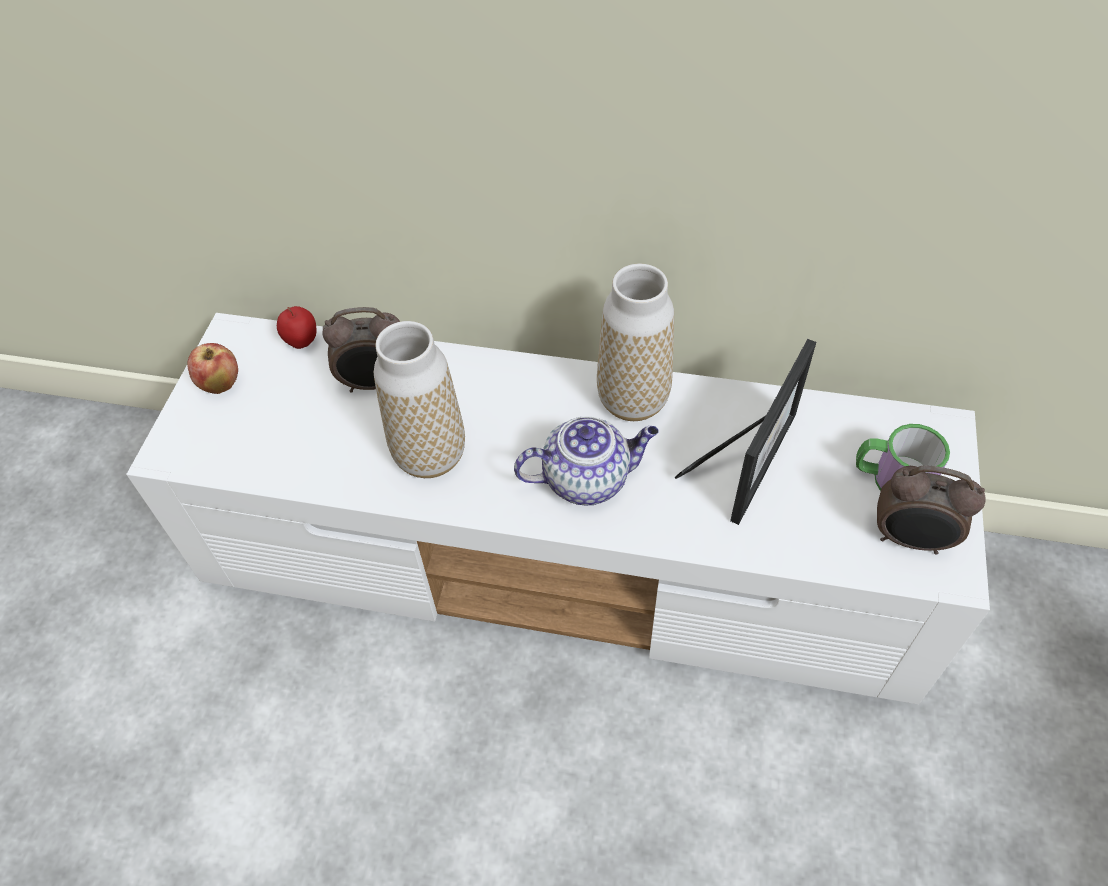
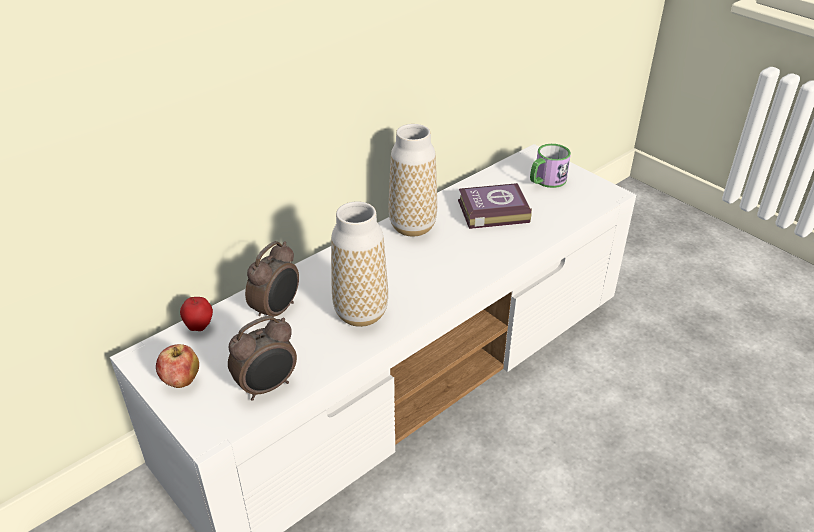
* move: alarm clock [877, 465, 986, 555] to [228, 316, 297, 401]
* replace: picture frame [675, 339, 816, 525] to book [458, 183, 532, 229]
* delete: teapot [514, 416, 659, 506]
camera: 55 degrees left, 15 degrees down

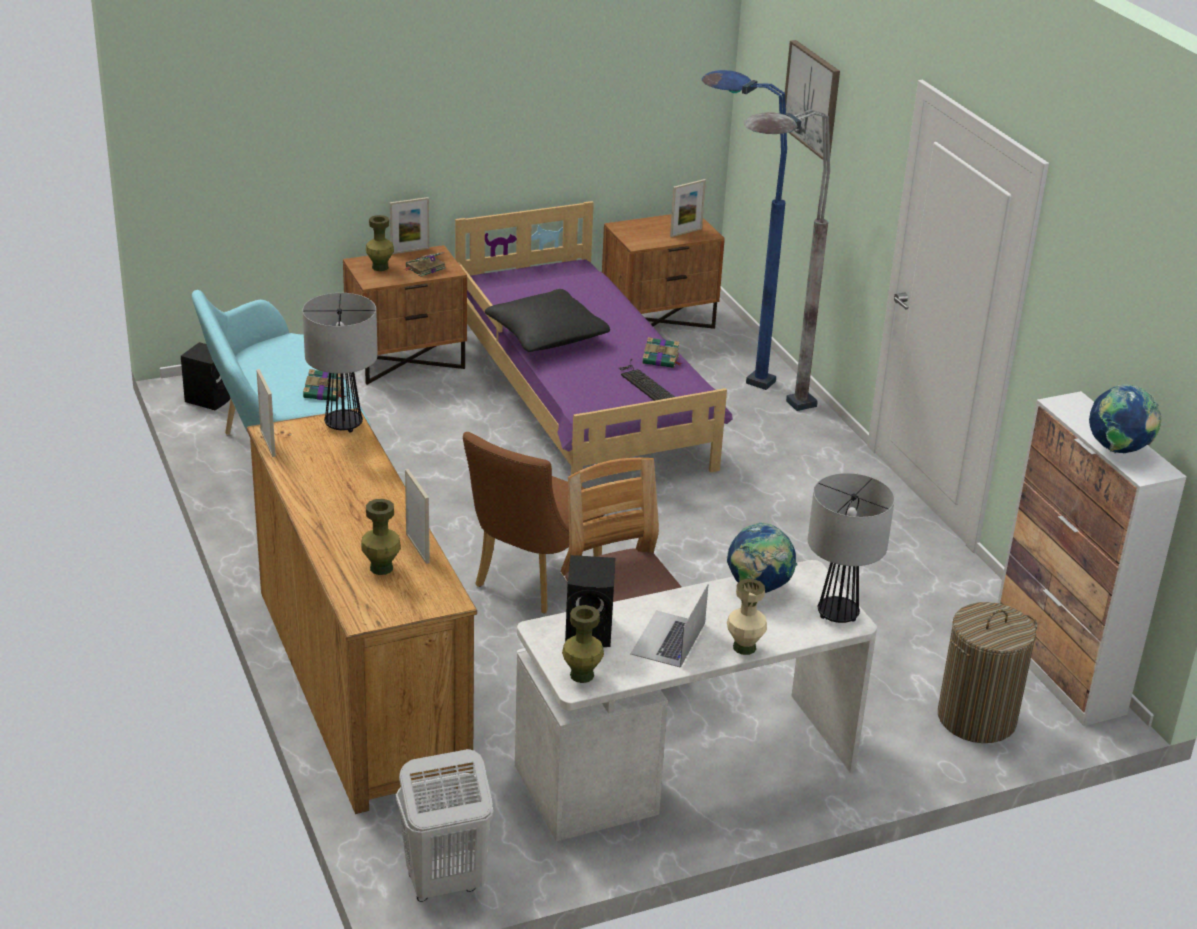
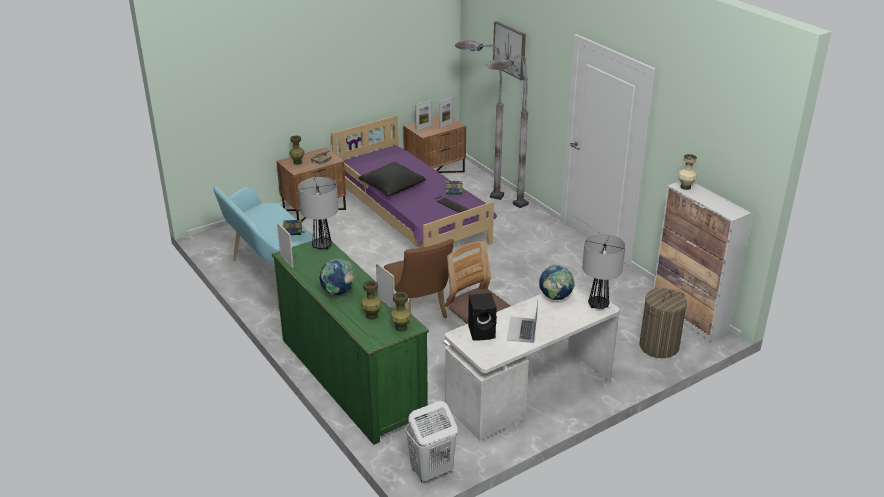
* recolor: brown dresser [247, 409, 477, 814] to green dresser [272, 236, 429, 445]
* move: globe [1089, 384, 1162, 453] to [319, 259, 356, 295]
* rotate: brown chair [463, 432, 605, 614] = [384, 239, 454, 318] 45 degrees counterclockwise
* move: green vase [562, 605, 604, 683] to [390, 292, 412, 332]
* move: picture frame [390, 197, 429, 254] to [415, 100, 433, 131]
* recolor: blue floor lamp [702, 70, 787, 390] to grey floor lamp [455, 40, 504, 200]
* move: beige vase [727, 579, 767, 655] to [678, 154, 697, 190]
* delete: black speaker [181, 342, 231, 410]
camera: 10 degrees left, 0 degrees up

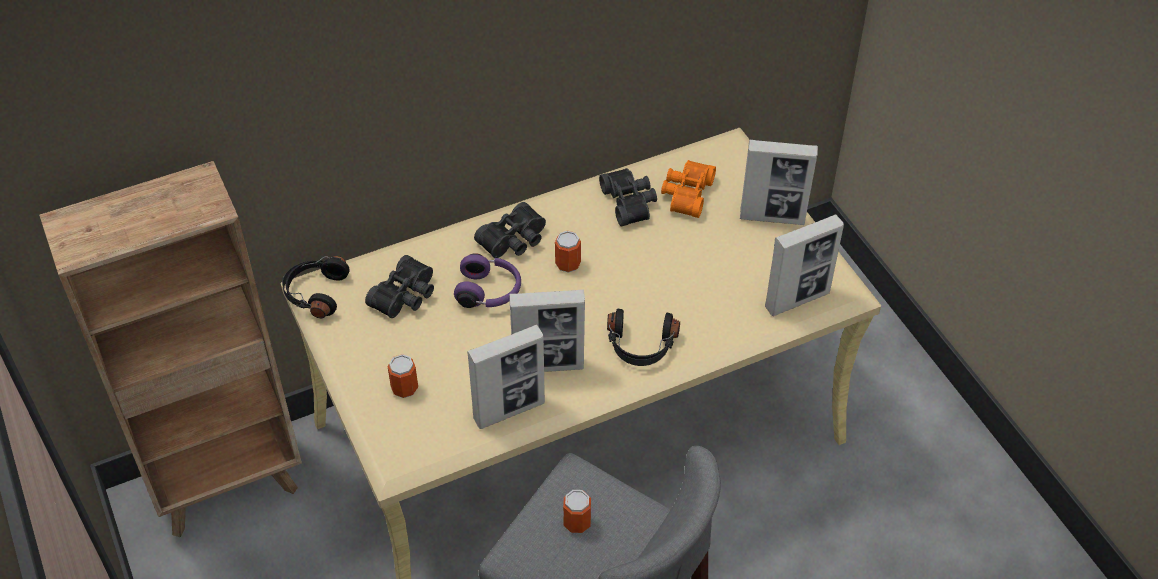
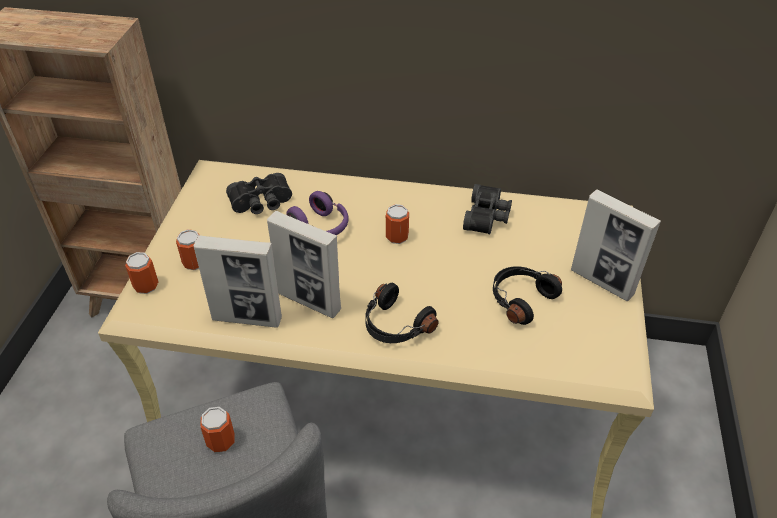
* insert: can [125, 252, 159, 294]
* move: black headphones [282, 256, 350, 318] to [493, 266, 562, 325]
* delete: black binoculars [474, 202, 546, 258]
* delete: orange binoculars [661, 160, 716, 218]
* delete: picture frame [765, 215, 844, 316]
camera: 35 degrees right, 5 degrees down

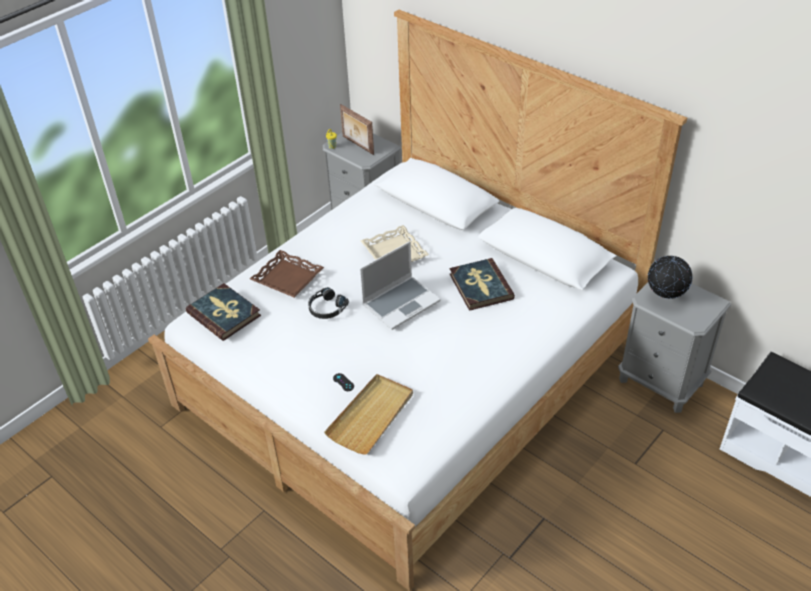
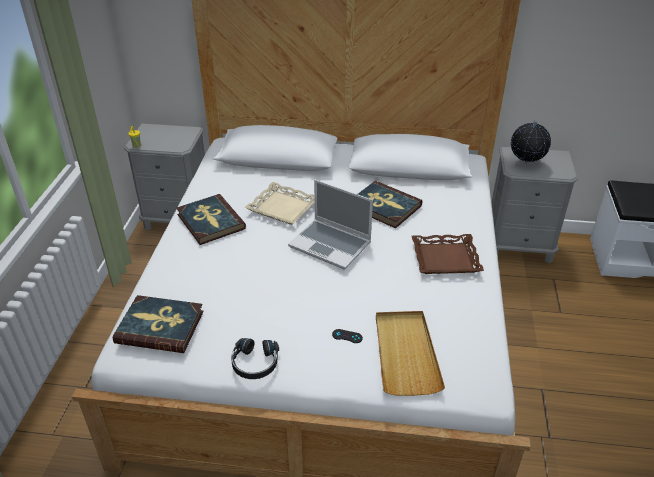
* insert: book [176, 194, 246, 245]
* move: black headphones [308, 287, 349, 319] to [231, 338, 279, 379]
* rotate: laptop [360, 241, 441, 330] = [288, 180, 373, 270] 105 degrees clockwise
* move: brown tray [250, 250, 324, 298] to [412, 234, 484, 274]
* delete: picture frame [340, 104, 374, 155]
camera: 35 degrees left, 5 degrees down

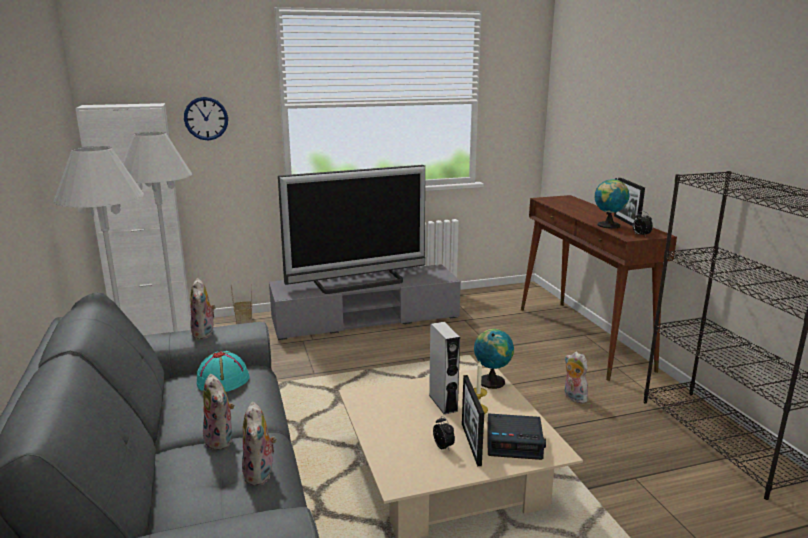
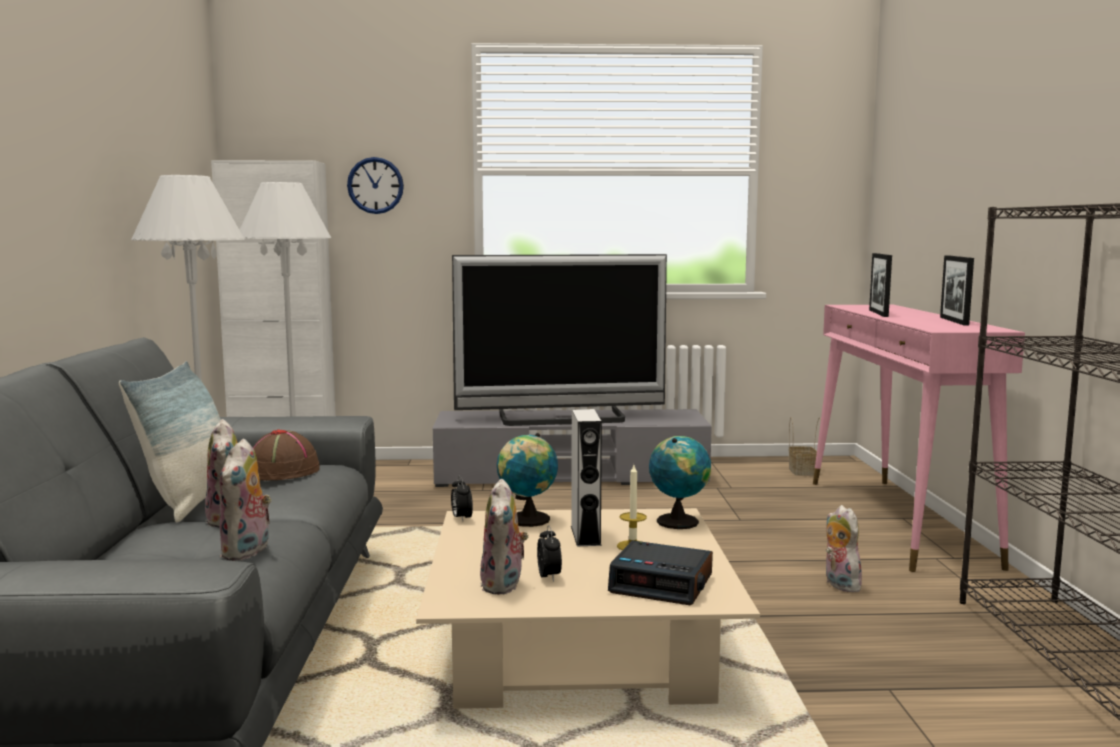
* insert: pillow [119, 361, 221, 523]
* recolor: turquoise hat [197, 351, 250, 392] to brown hat [253, 429, 320, 481]
* move: alarm clock [633, 211, 653, 236] to [451, 476, 473, 521]
* move: plush toy [190, 278, 216, 339] to [480, 479, 528, 595]
* move: globe [594, 178, 629, 229] to [497, 433, 558, 527]
* move: basket [231, 283, 252, 324] to [789, 417, 821, 475]
* recolor: brown console table [521, 195, 677, 381] to pink console table [813, 305, 1025, 572]
* move: picture frame [462, 375, 484, 466] to [869, 253, 892, 317]
camera: 15 degrees right, 10 degrees down

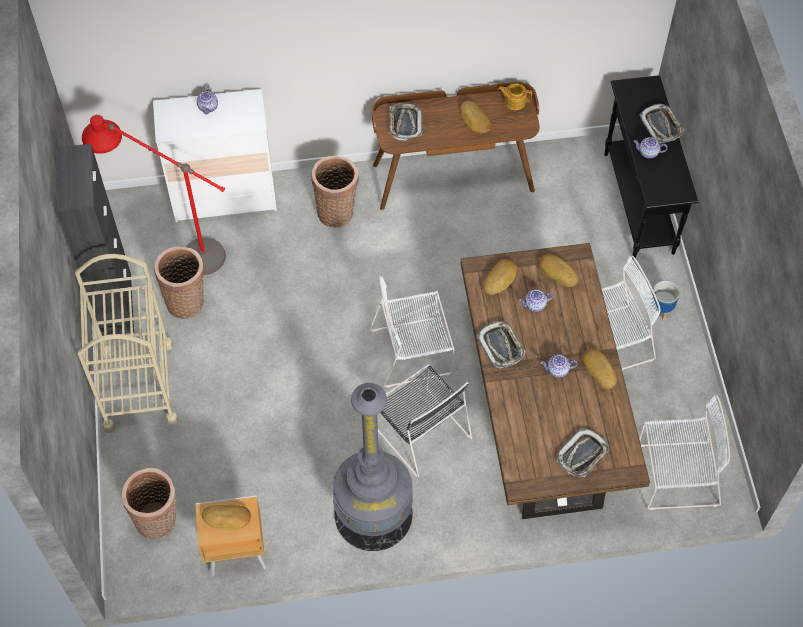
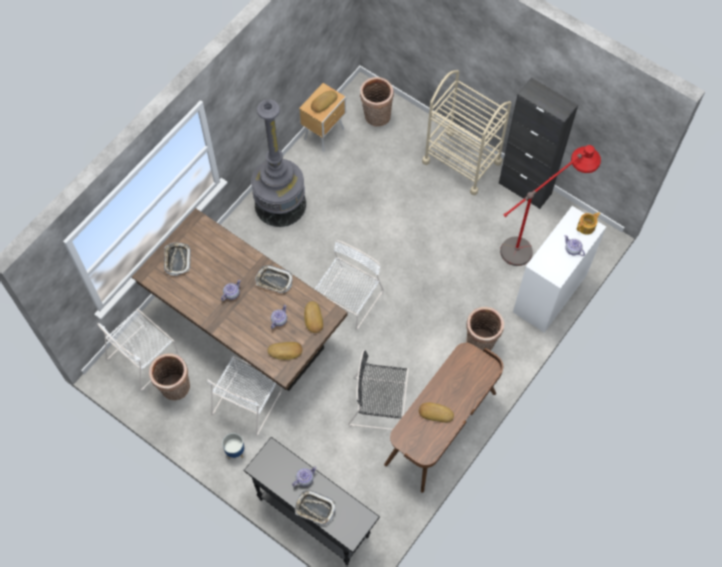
* move: basket [154, 247, 204, 319] to [149, 353, 190, 401]
* move: black chair [378, 364, 472, 477] to [348, 350, 409, 430]
* move: teapot [498, 83, 532, 110] to [576, 212, 600, 235]
* delete: tray [390, 103, 423, 141]
* delete: bread [582, 349, 617, 389]
camera: 135 degrees right, 5 degrees up

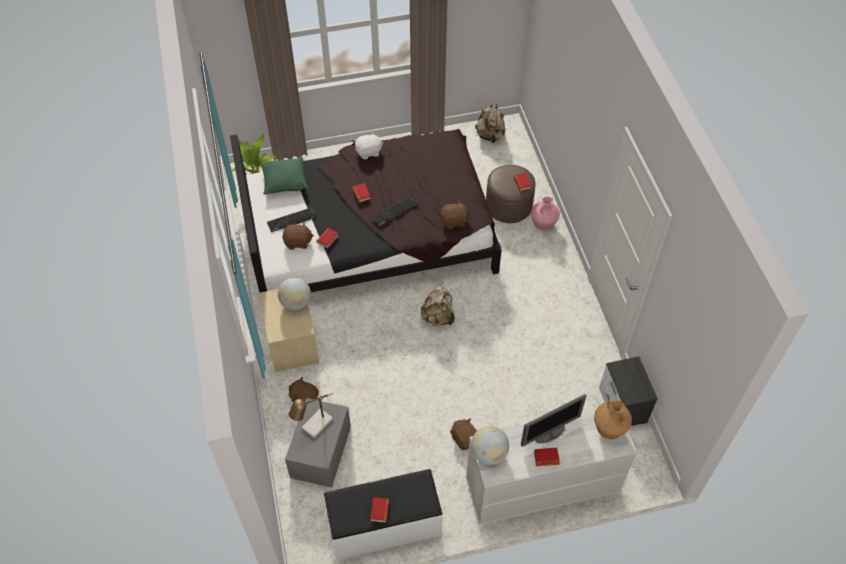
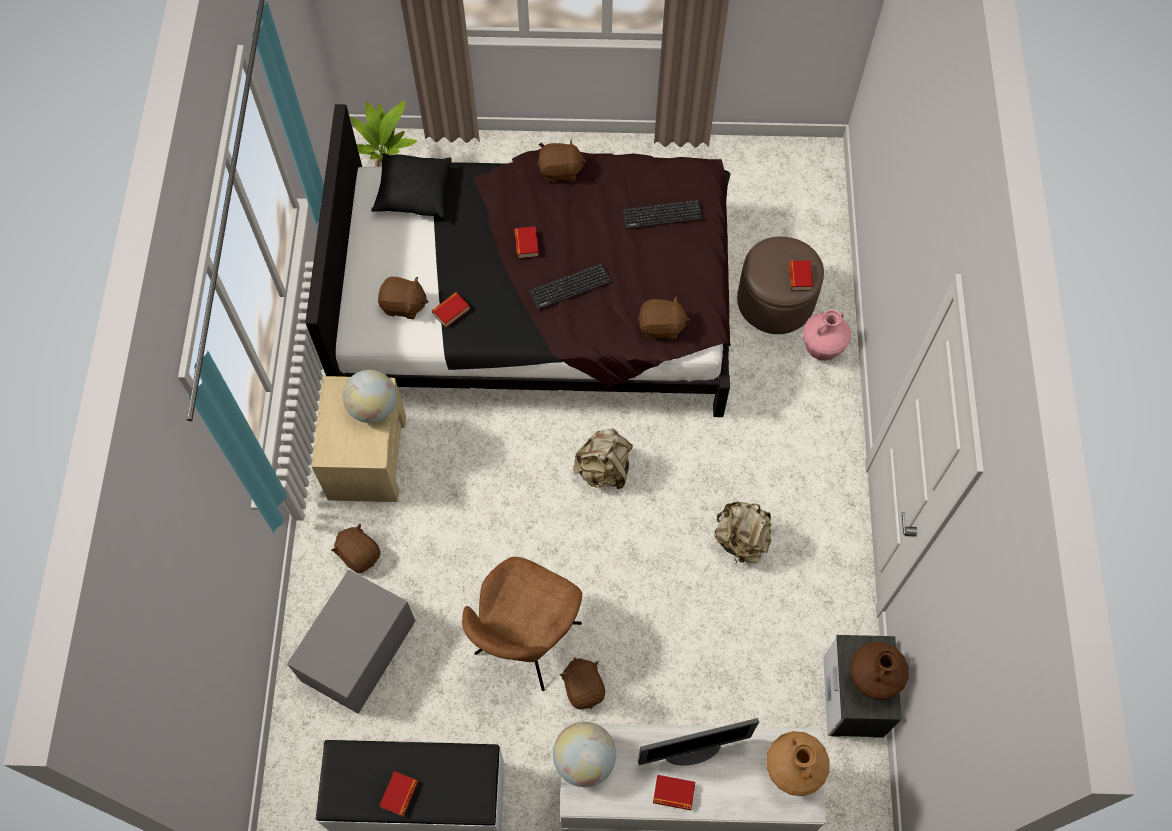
* recolor: green pillow [261, 157, 308, 195] to black pillow [371, 153, 452, 218]
* insert: brown chair [462, 557, 582, 691]
* recolor: white plush toy [355, 132, 383, 159] to brown plush toy [538, 139, 586, 183]
* move: keyboard [267, 207, 317, 232] to [622, 200, 703, 229]
* move: beige backpack [475, 104, 506, 143] to [715, 502, 772, 563]
* insert: brown vase [851, 642, 909, 700]
* delete: table lamp [289, 392, 333, 438]
camera: 15 degrees right, 10 degrees up

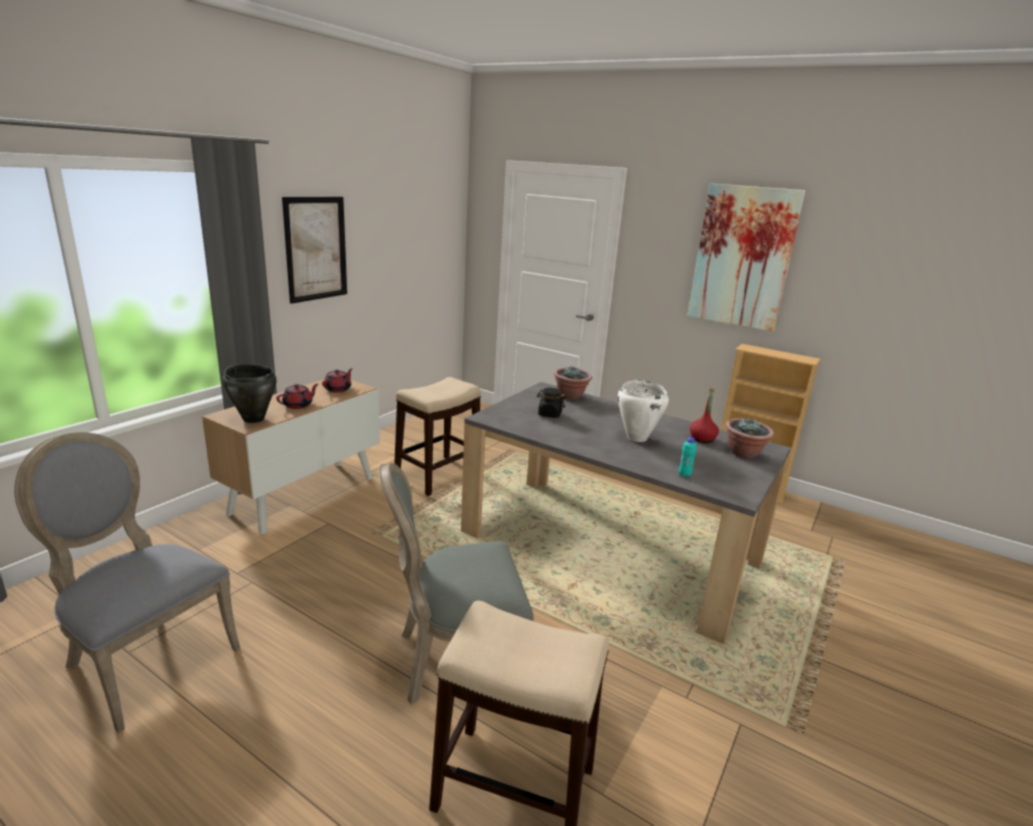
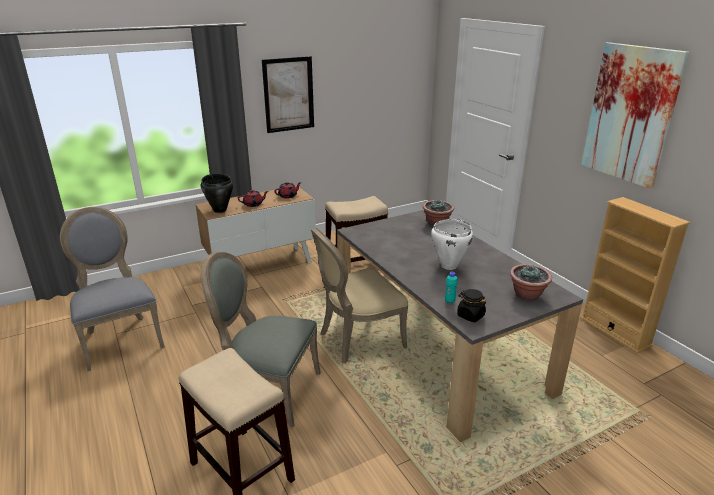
* insert: beige chair [311, 228, 408, 363]
* move: black jar [537, 388, 565, 418] to [457, 289, 486, 322]
* delete: red bottle [690, 387, 719, 443]
camera: 30 degrees right, 5 degrees up

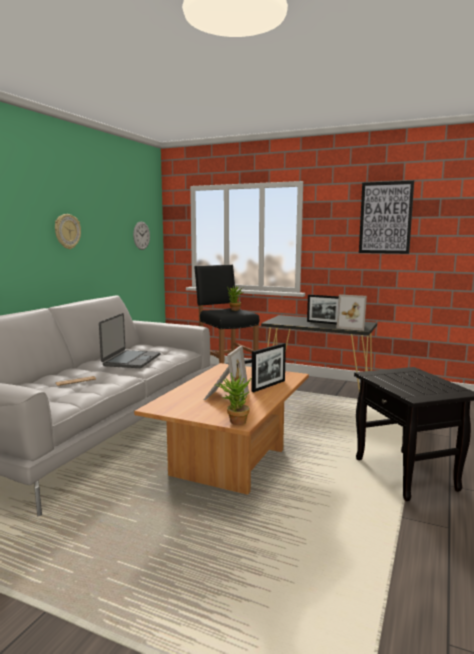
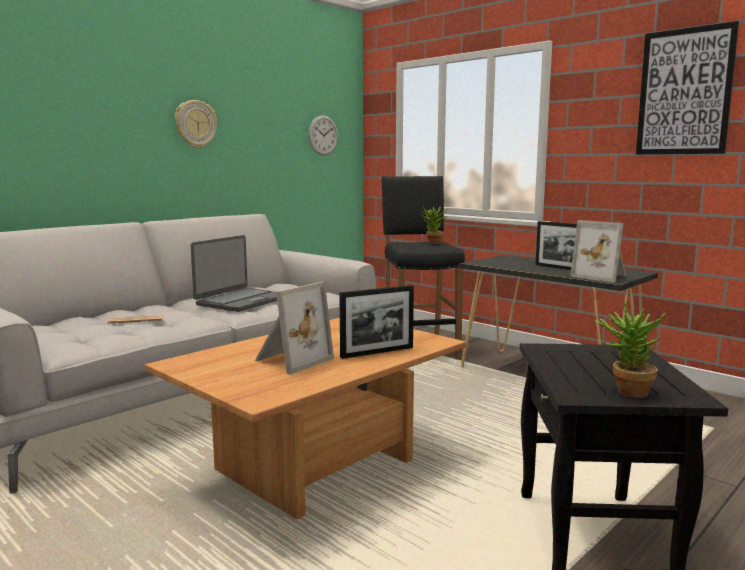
* move: potted plant [215, 373, 251, 425] to [594, 303, 666, 398]
camera: 20 degrees right, 0 degrees up

